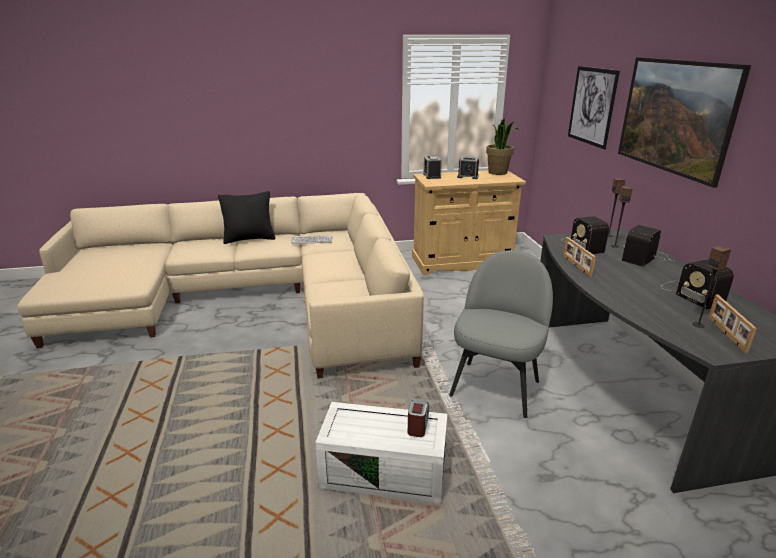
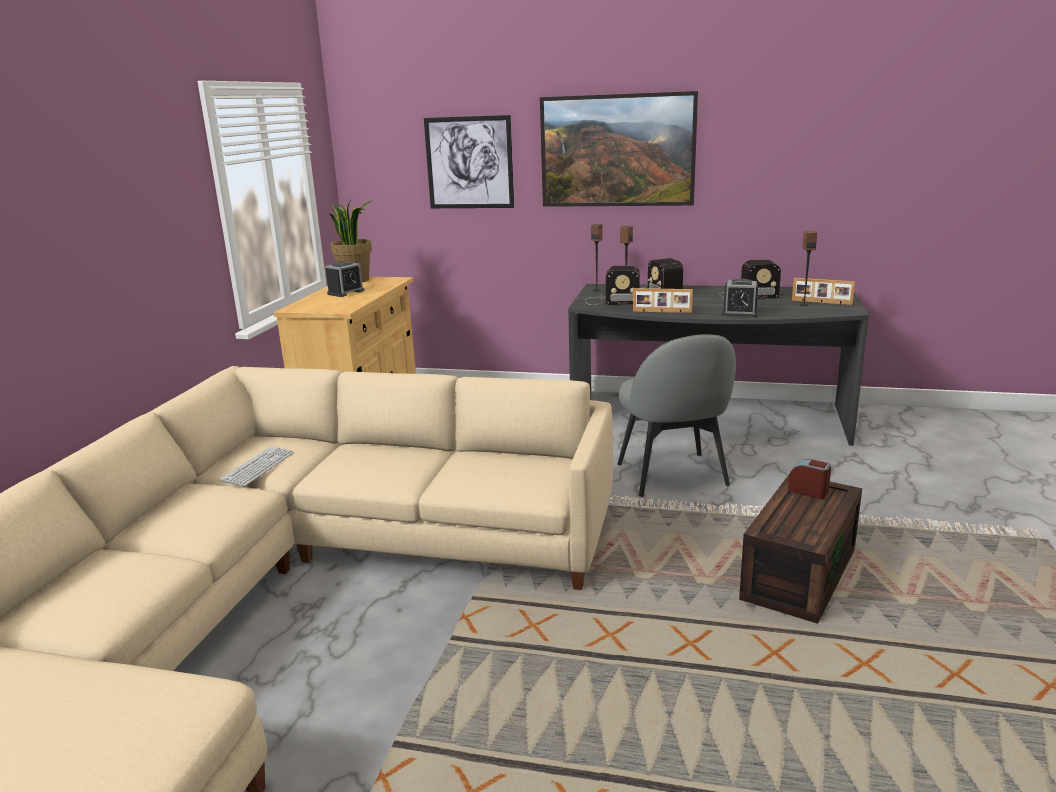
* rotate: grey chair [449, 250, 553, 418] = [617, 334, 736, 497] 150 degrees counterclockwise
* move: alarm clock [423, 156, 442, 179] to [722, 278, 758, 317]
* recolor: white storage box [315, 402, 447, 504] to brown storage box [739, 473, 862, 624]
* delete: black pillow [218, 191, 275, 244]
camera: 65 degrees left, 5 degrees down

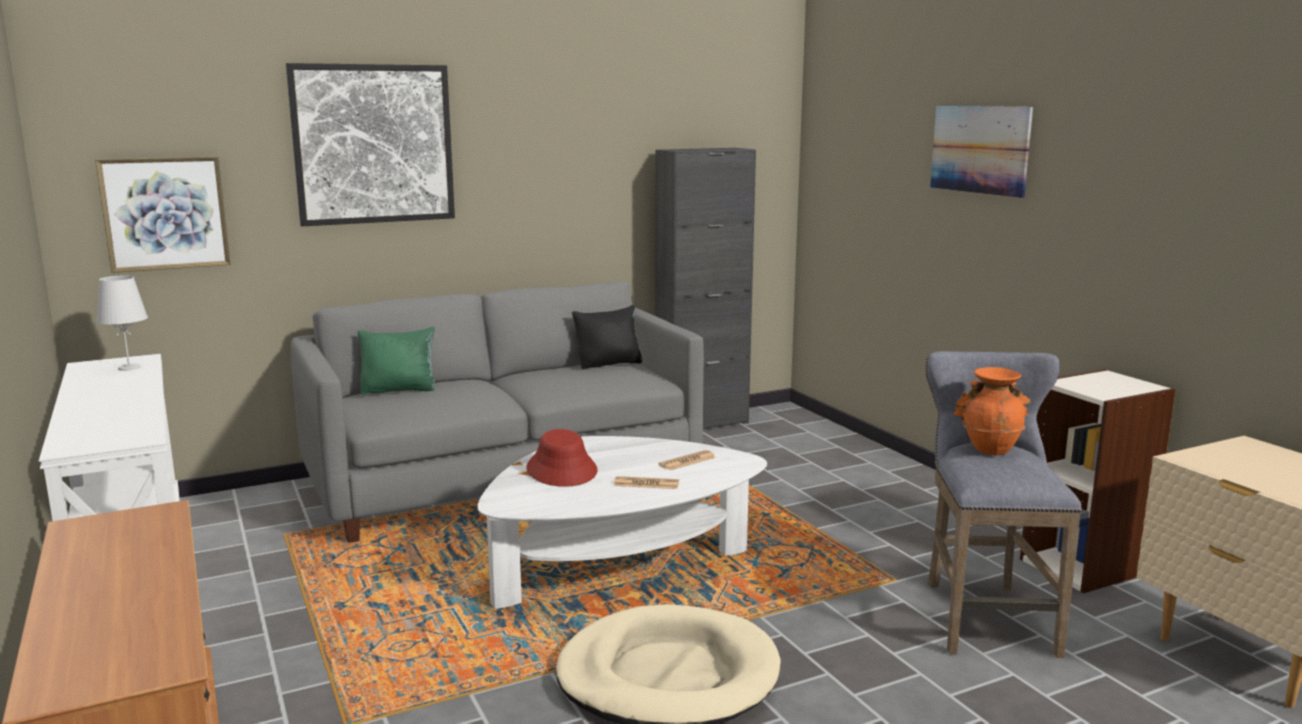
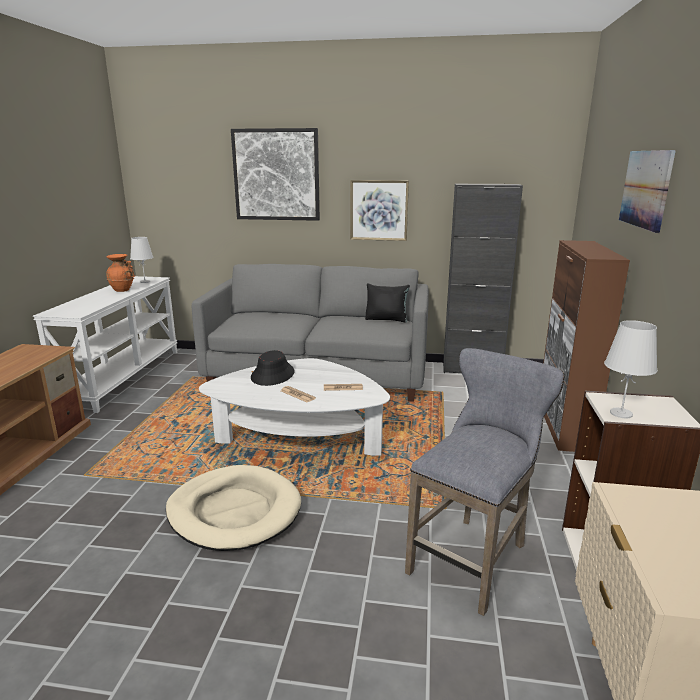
* move: orange vase [954, 367, 1030, 456] to [106, 254, 135, 292]
* recolor: red hat [526, 429, 598, 487] to black hat [251, 350, 295, 386]
* move: picture [95, 156, 230, 273] to [350, 180, 409, 241]
* insert: brown cabinet [543, 240, 630, 452]
* insert: white table lamp [604, 320, 658, 418]
* delete: green pillow [357, 327, 436, 394]
camera: 35 degrees right, 5 degrees up

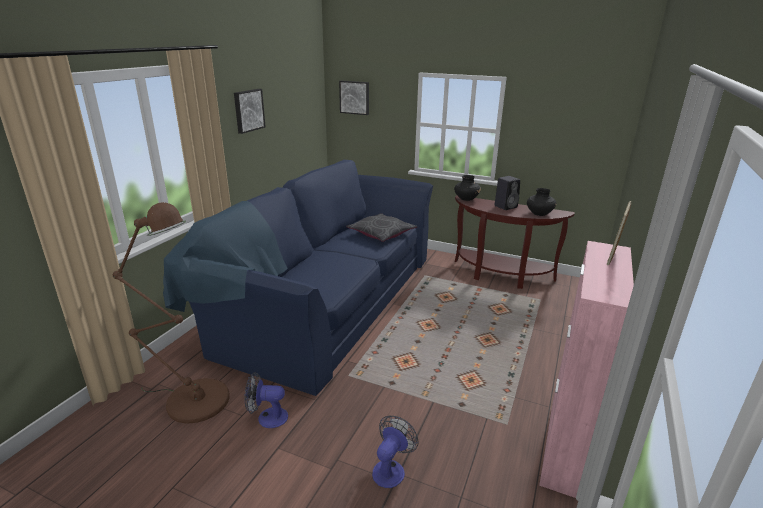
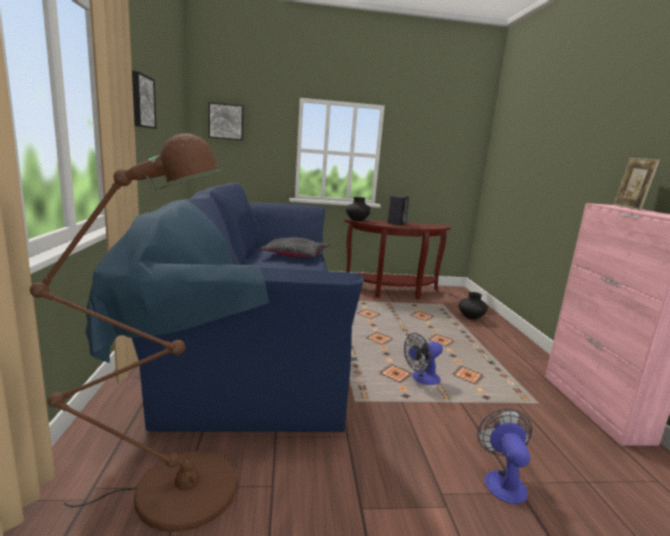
* move: fan [245, 372, 288, 428] to [404, 333, 443, 385]
* move: black vase [527, 188, 556, 216] to [459, 292, 488, 320]
camera: 30 degrees left, 10 degrees down

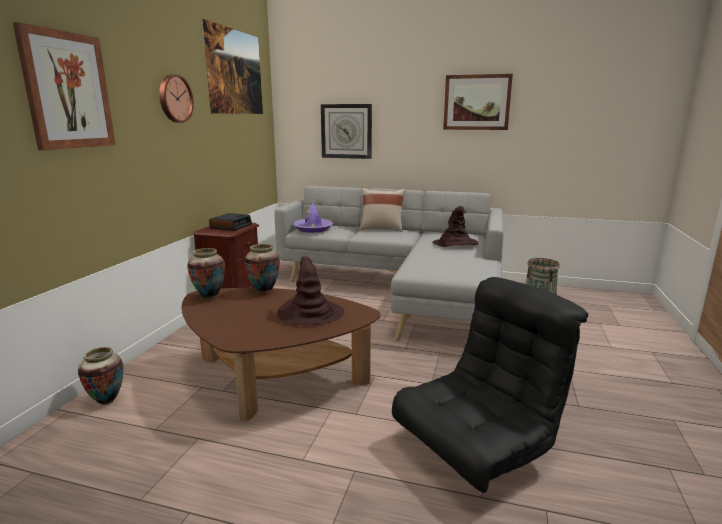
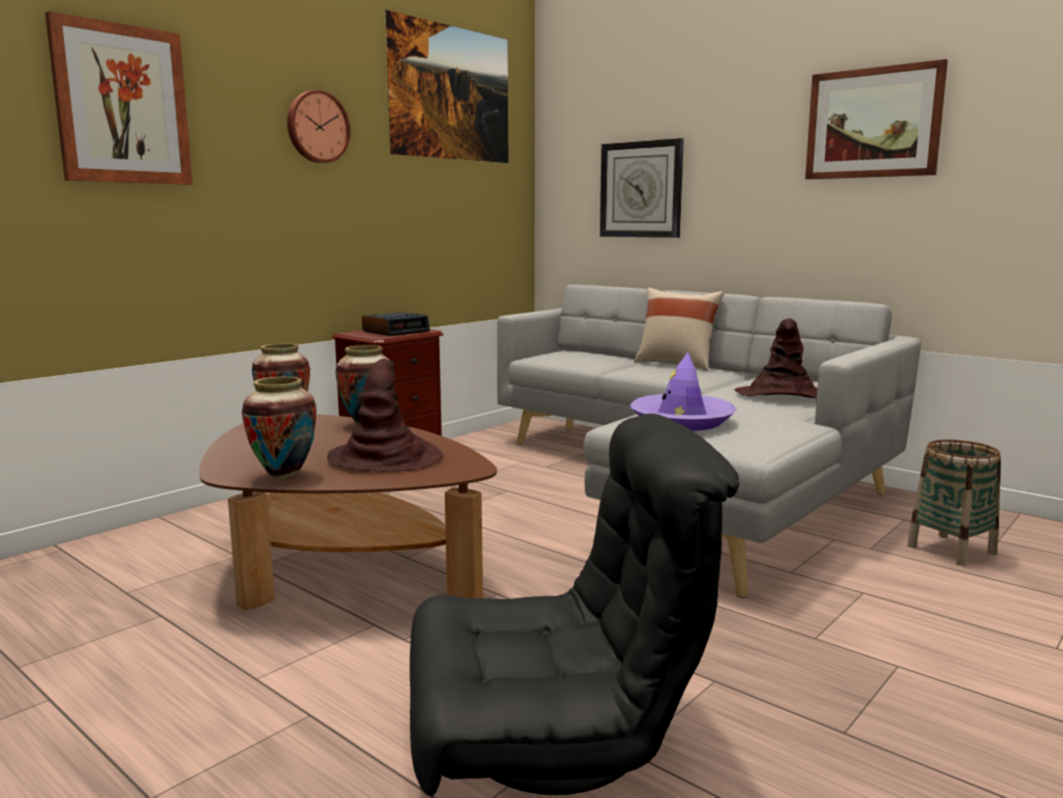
* move: vase [78, 347, 123, 405] to [242, 377, 316, 480]
* move: purple hat [293, 203, 333, 233] to [630, 352, 737, 431]
camera: 25 degrees right, 5 degrees down

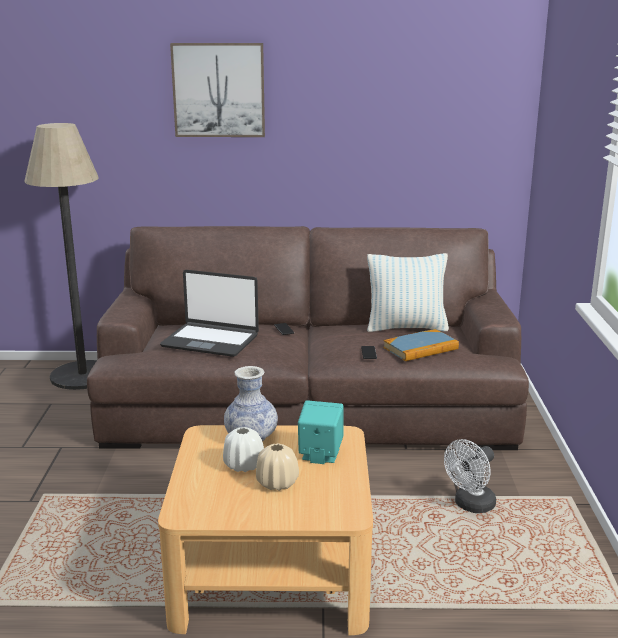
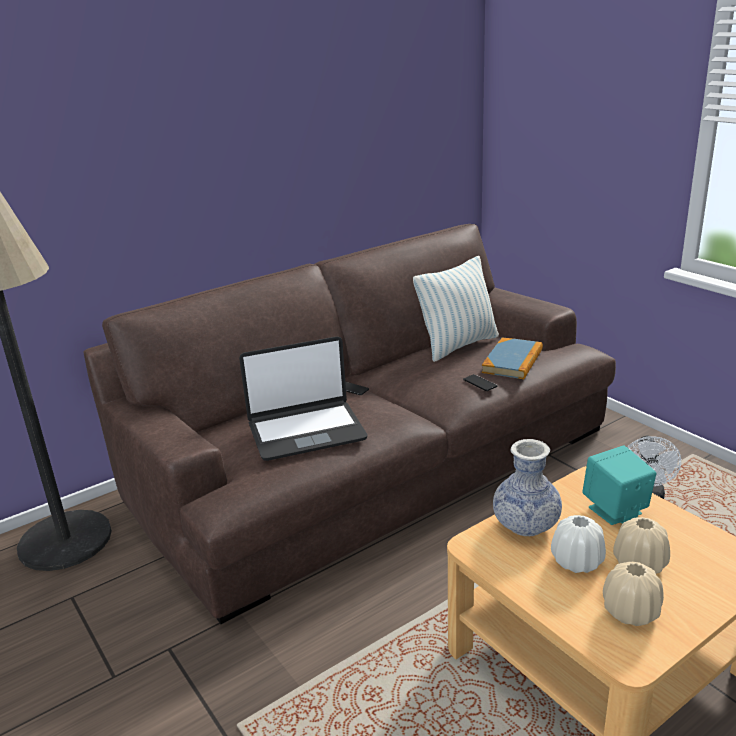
* insert: beige vase [603, 561, 664, 626]
* delete: picture [170, 43, 265, 137]
camera: 35 degrees left, 5 degrees up

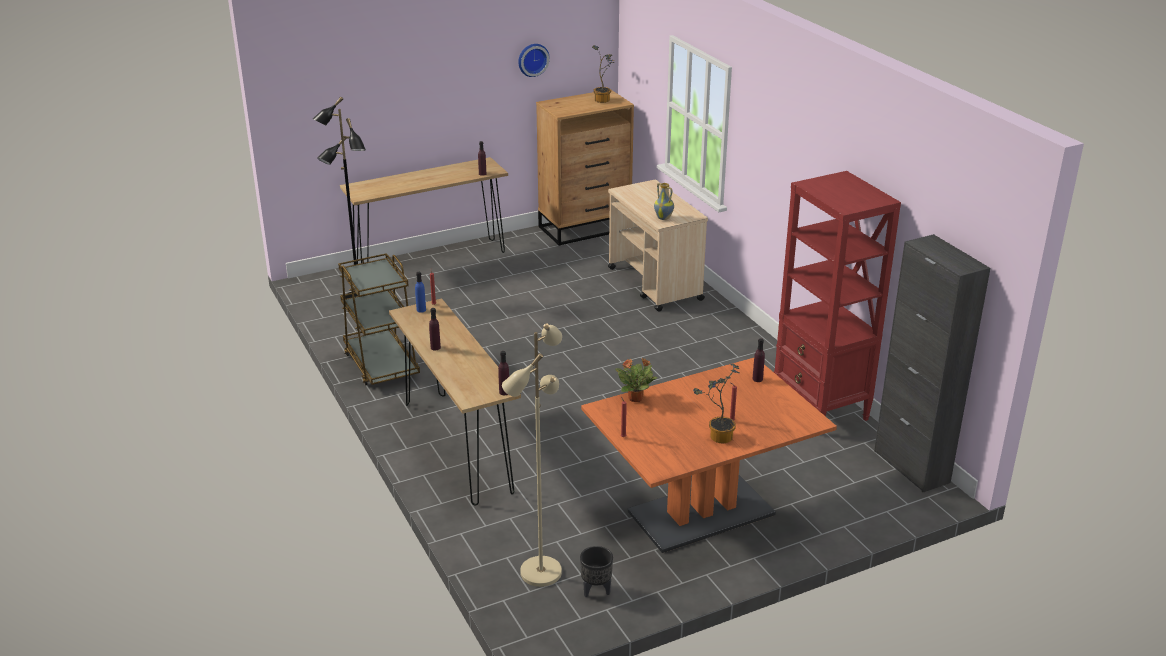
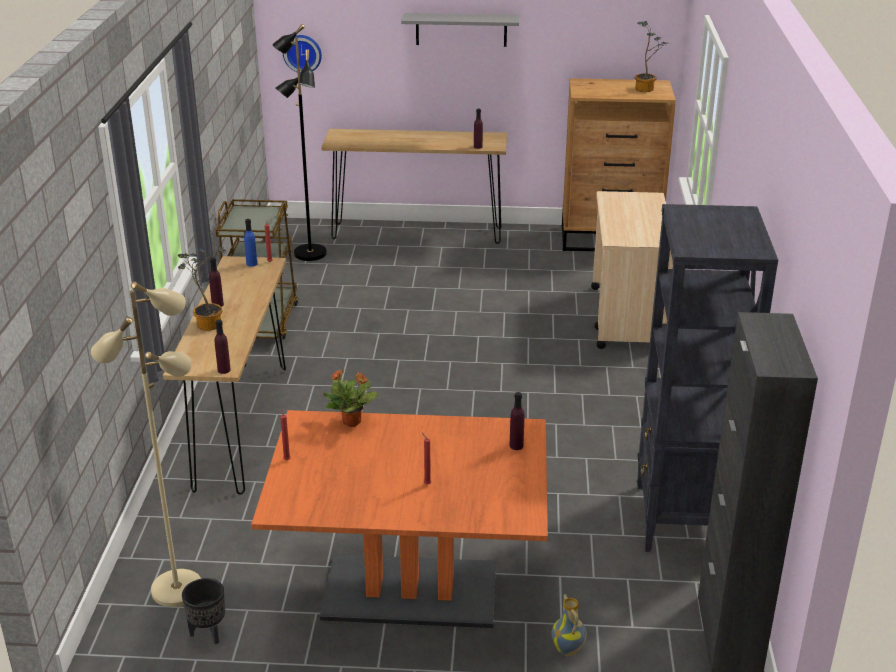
* move: potted plant [693, 364, 740, 443] to [178, 247, 226, 331]
* move: wall clock [518, 44, 550, 77] to [283, 35, 322, 73]
* insert: grey shelf [401, 13, 519, 47]
* move: vase [654, 183, 674, 220] to [552, 594, 587, 656]
* recolor: red bookcase [774, 171, 901, 421] to black bookcase [637, 204, 778, 552]
camera: 30 degrees right, 0 degrees up

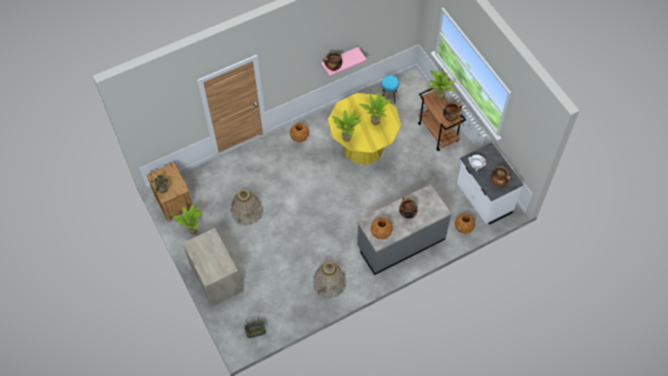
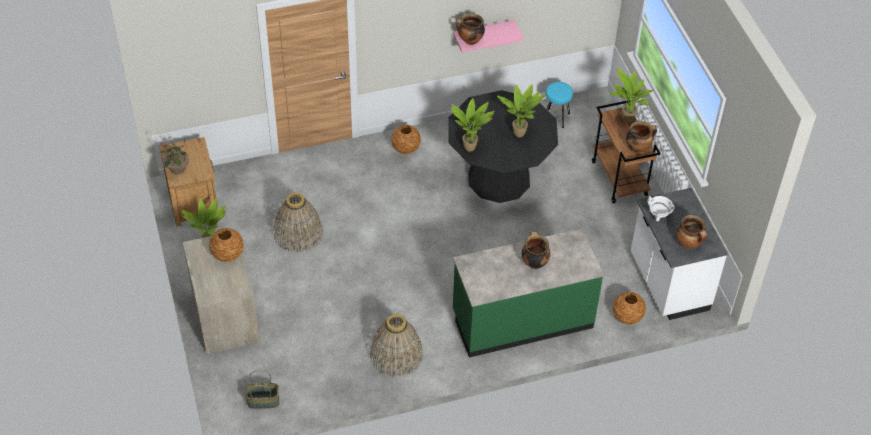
* move: vase [371, 217, 393, 239] to [209, 228, 244, 262]
* recolor: yellow dining table [328, 93, 401, 165] to black dining table [449, 90, 558, 203]
* recolor: grey counter [356, 184, 451, 275] to green counter [453, 229, 604, 358]
camera: 10 degrees right, 10 degrees down

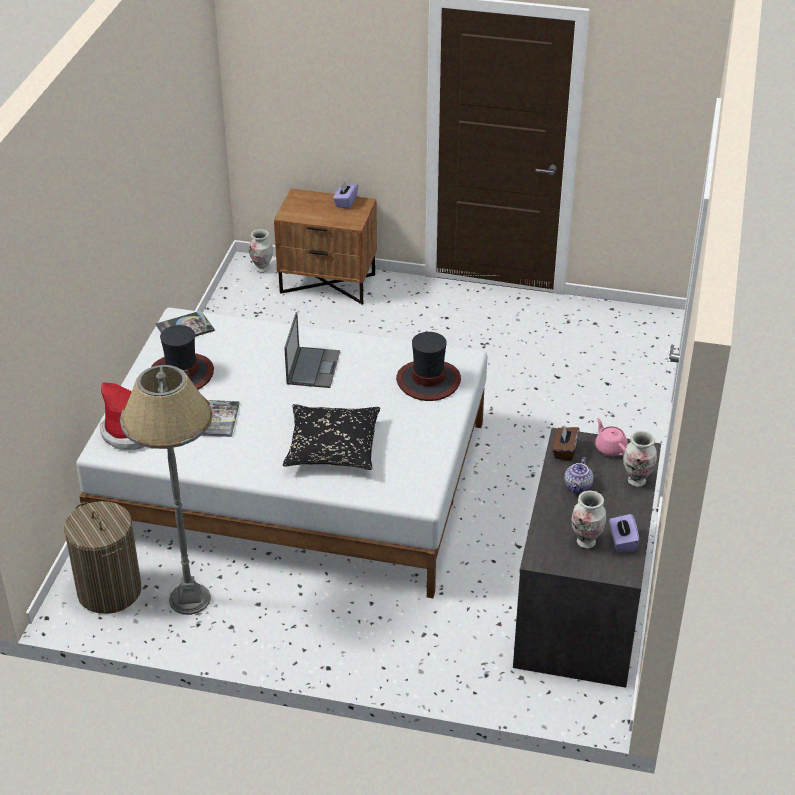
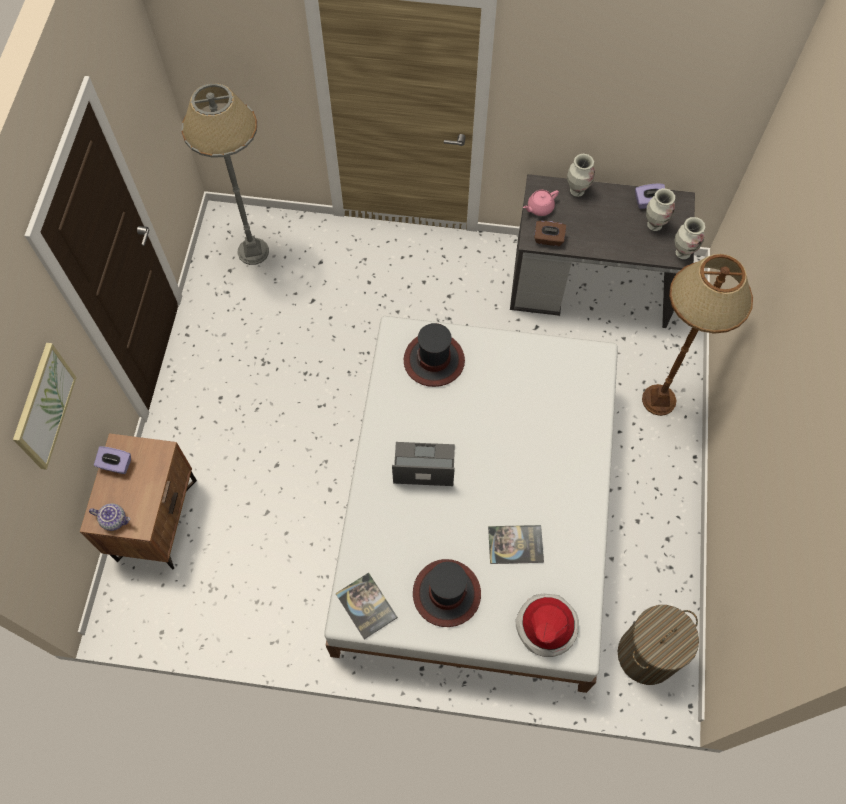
* insert: picture [13, 343, 77, 470]
* move: teapot [564, 457, 594, 493] to [89, 503, 130, 531]
* move: grey floor lamp [120, 365, 213, 615] to [181, 83, 269, 265]
* insert: brown floor lamp [642, 254, 753, 416]
* move: vase [249, 229, 273, 273] to [675, 217, 705, 259]
* delete: black pillow [283, 404, 380, 470]
camera: 95 degrees left, 25 degrees up

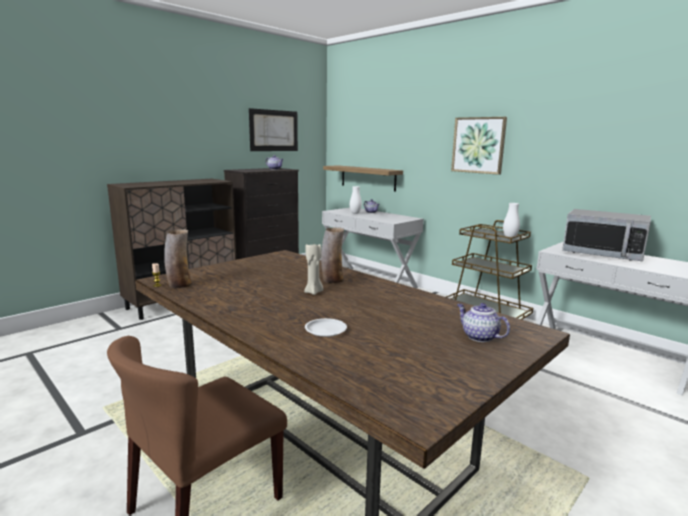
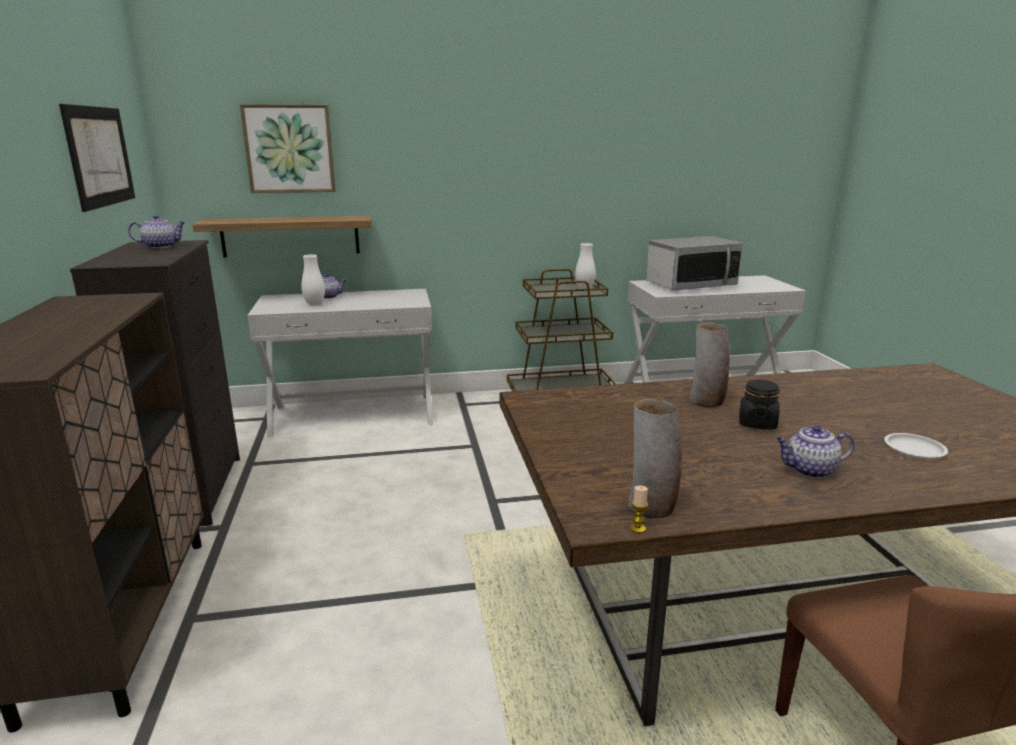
* move: picture [451, 117, 507, 175] to [240, 104, 336, 193]
* replace: beige candle [304, 242, 323, 295] to black jar [739, 380, 780, 429]
* move: teapot [457, 303, 510, 342] to [776, 425, 855, 478]
camera: 55 degrees left, 5 degrees up

